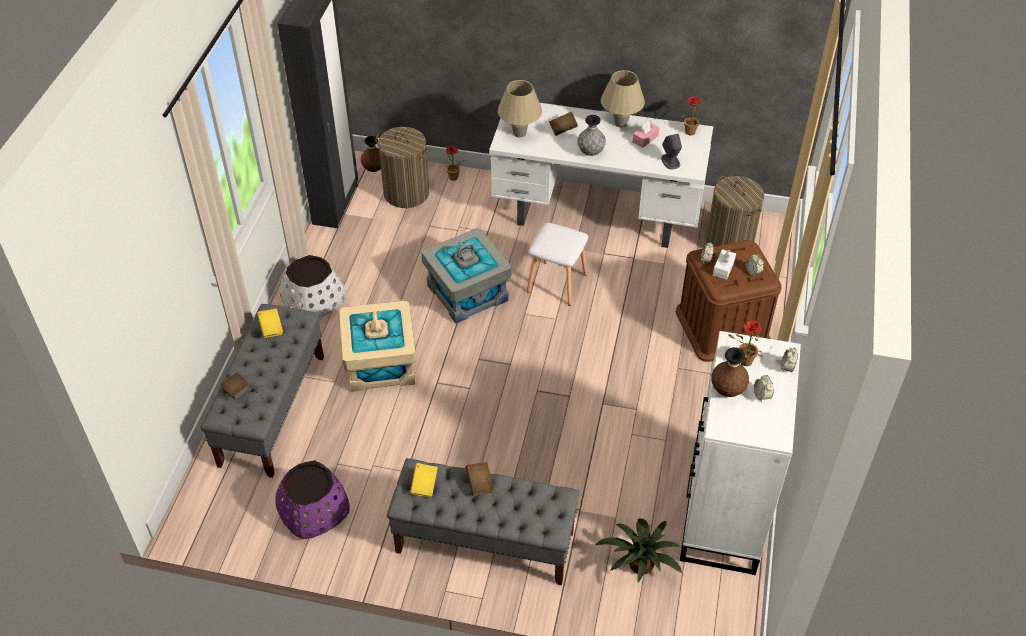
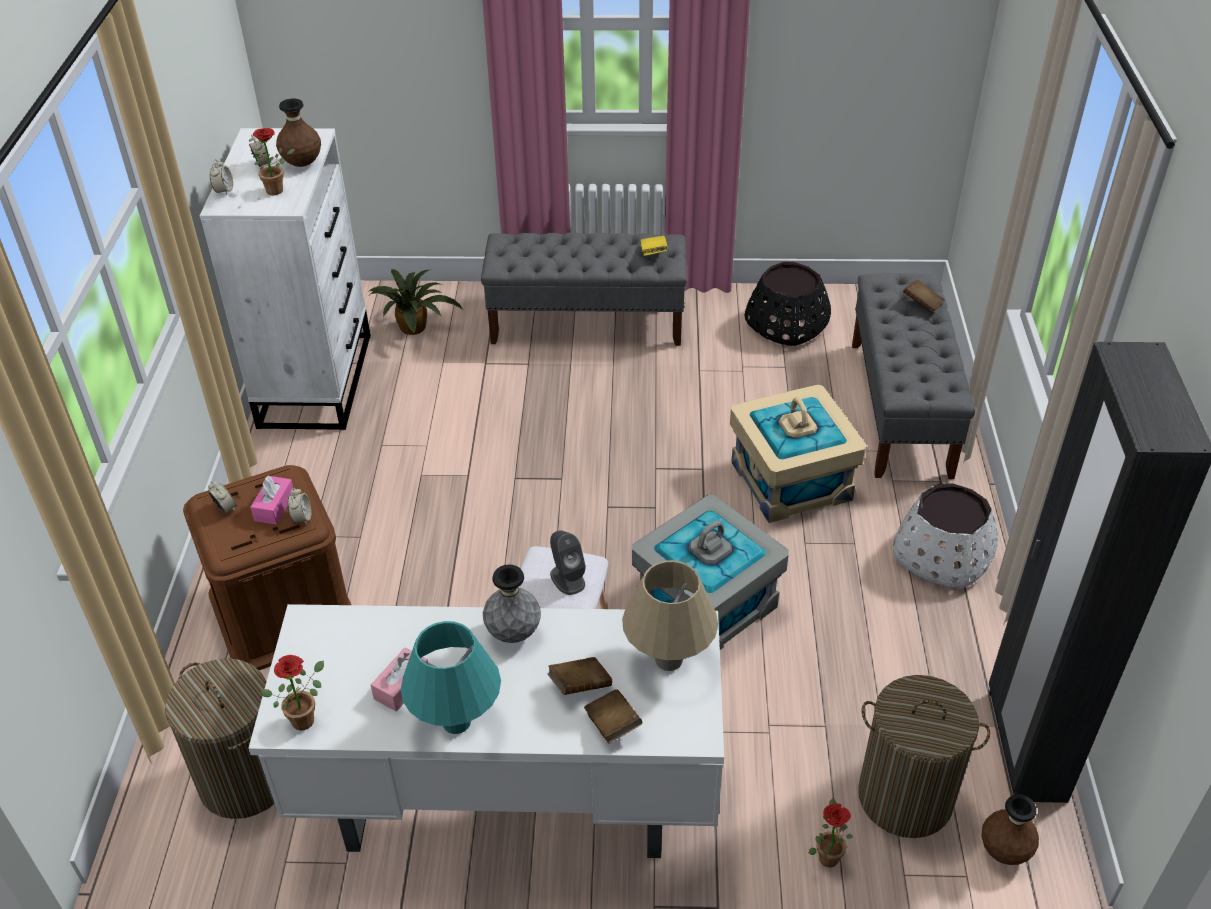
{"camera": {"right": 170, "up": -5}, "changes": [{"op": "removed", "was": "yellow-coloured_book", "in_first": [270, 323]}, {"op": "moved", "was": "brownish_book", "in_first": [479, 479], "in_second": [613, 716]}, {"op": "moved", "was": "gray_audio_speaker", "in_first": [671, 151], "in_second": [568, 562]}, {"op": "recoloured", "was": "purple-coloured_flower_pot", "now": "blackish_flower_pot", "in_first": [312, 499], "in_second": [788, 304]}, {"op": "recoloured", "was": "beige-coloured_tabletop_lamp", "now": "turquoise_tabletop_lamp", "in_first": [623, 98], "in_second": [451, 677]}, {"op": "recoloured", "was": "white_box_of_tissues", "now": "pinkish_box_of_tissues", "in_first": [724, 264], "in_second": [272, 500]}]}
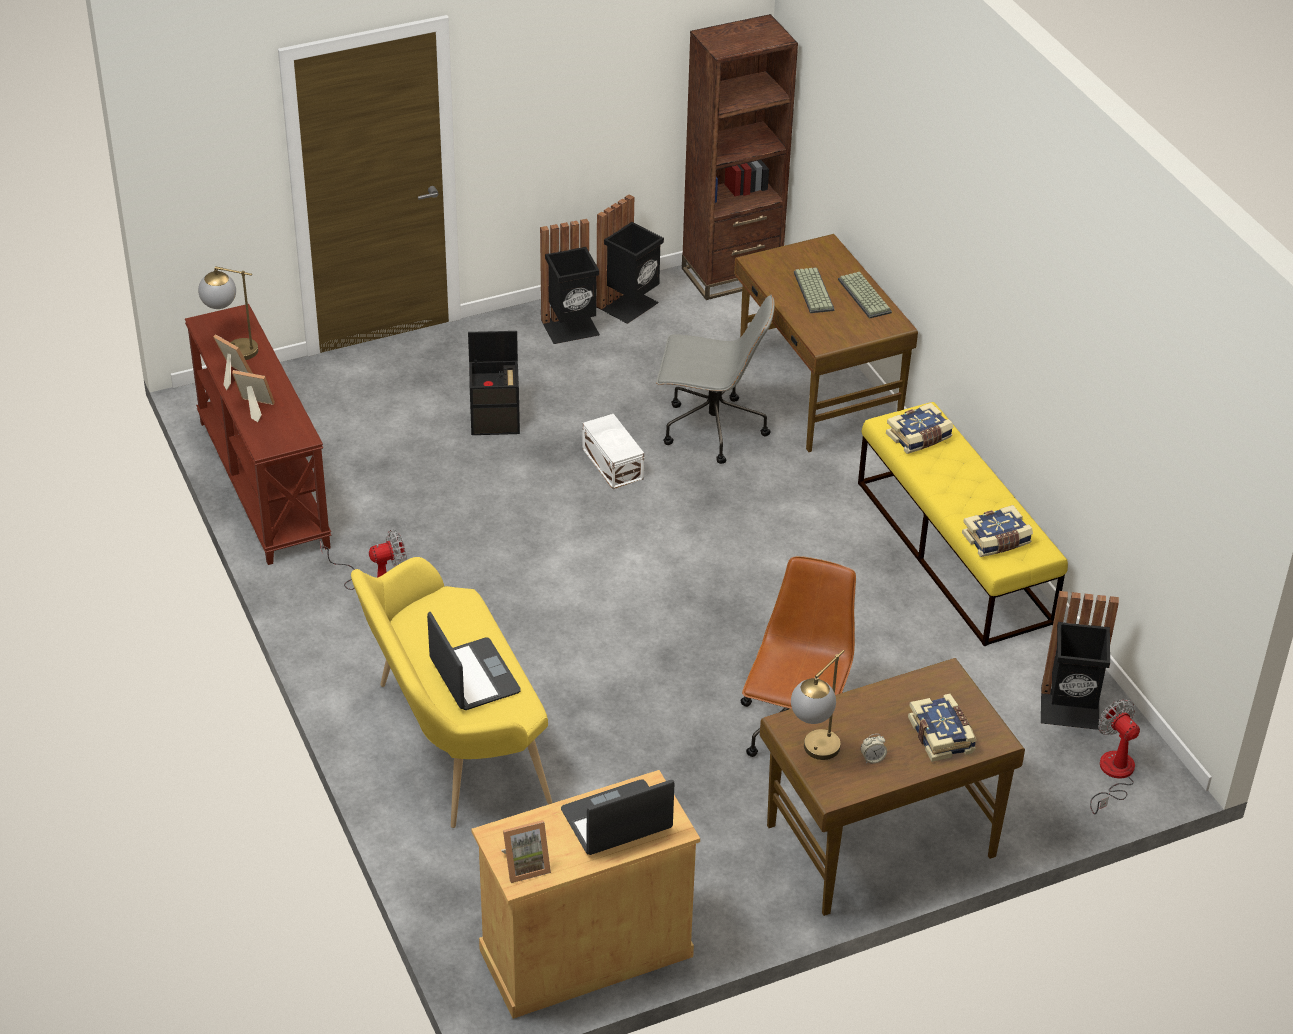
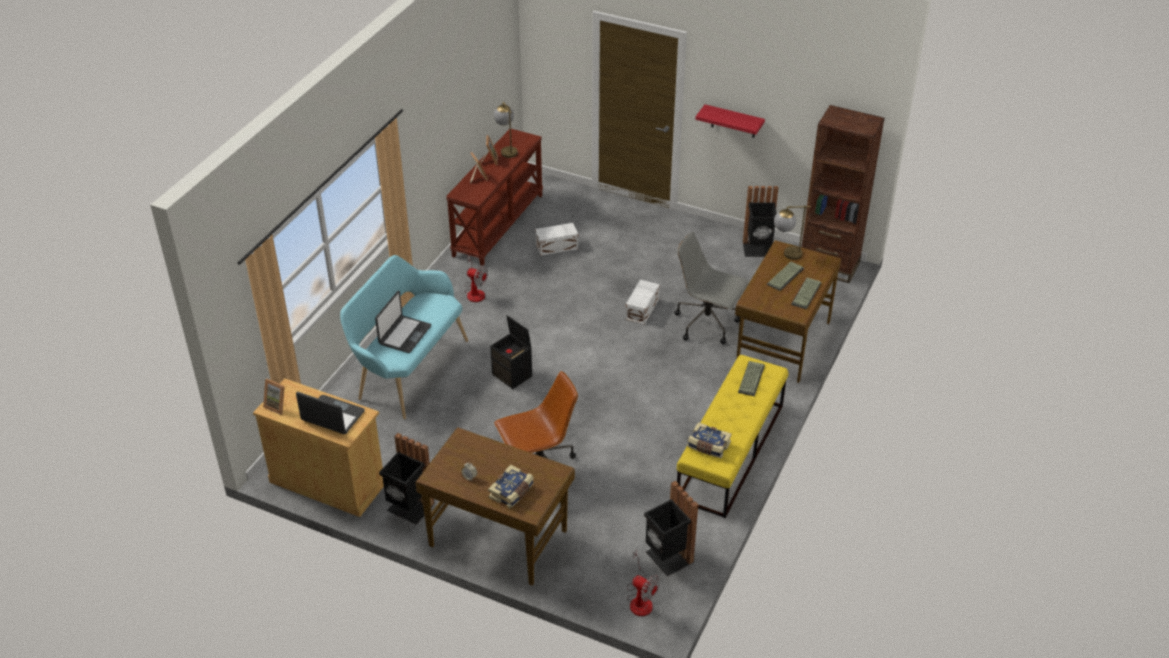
{"camera": {"right": 50, "up": 0}, "changes": [{"op": "added", "now": "white_storage_box", "in_second": [557, 239]}, {"op": "added", "now": "red-coloured_wall_shelf", "in_second": [730, 121]}, {"op": "moved", "was": "blackish_storage_box", "in_first": [494, 383], "in_second": [511, 352]}, {"op": "moved", "was": "blackish_trash_can", "in_first": [570, 281], "in_second": [406, 478]}, {"op": "moved", "was": "tabletop_lamp", "in_first": [817, 705], "in_second": [792, 232]}, {"op": "replaced", "was": "book", "now": "keyboard", "in_first": [920, 428], "in_second": [751, 378]}, {"op": "recoloured", "was": "yellow-coloured_long_seat", "now": "turquoise_long_seat", "in_first": [451, 692], "in_second": [404, 337]}, {"op": "turned", "was": "gray_desk_chair", "in_first": [715, 379], "in_second": [712, 288], "clockwise": 150}, {"op": "turned", "was": "electric_fan", "in_first": [1115, 757], "in_second": [643, 582], "clockwise": 105}]}
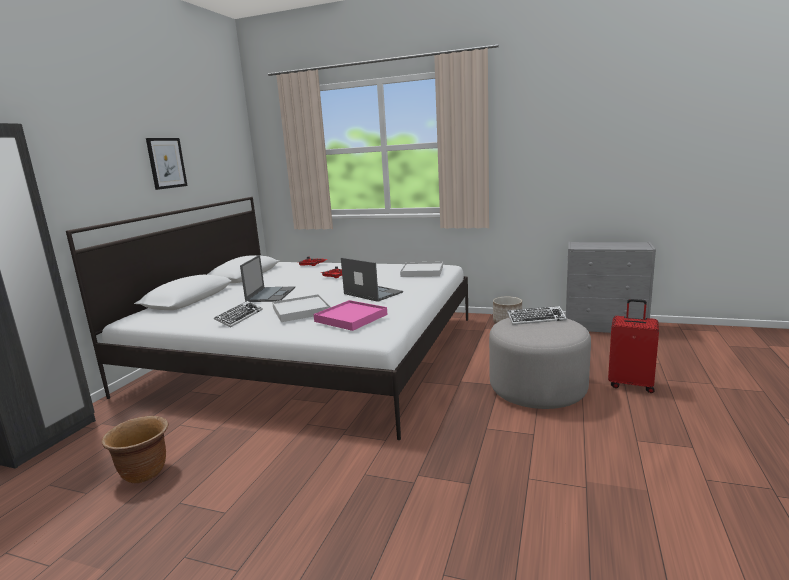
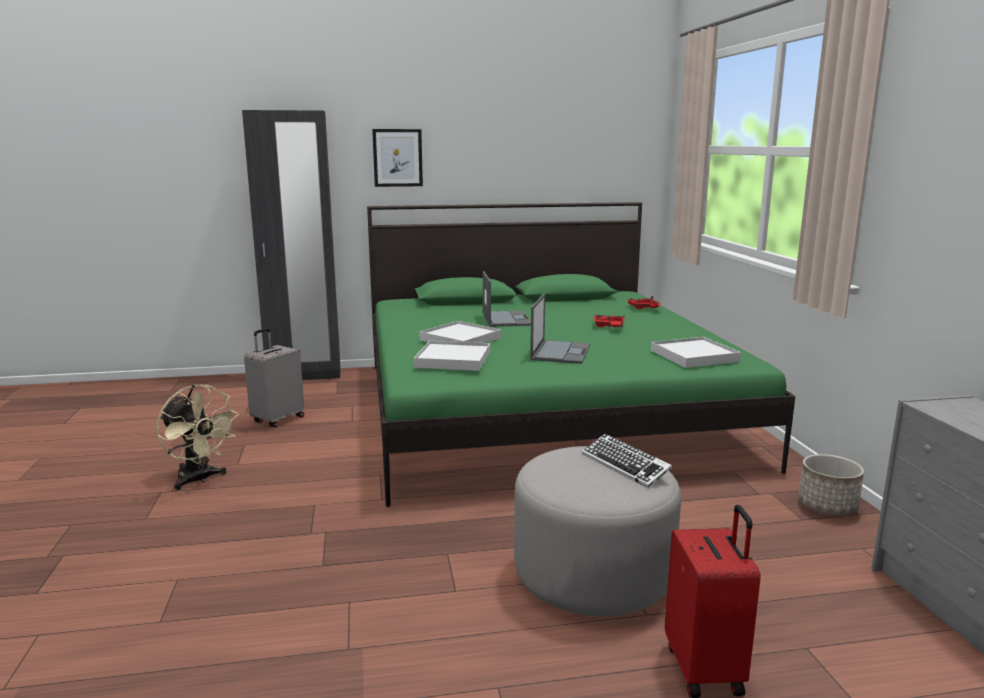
{"camera": {"right": 60, "up": 0}, "changes": [{"op": "removed", "was": "keyboard", "in_first": [238, 314]}, {"op": "added", "now": "beige-coloured_electric_fan", "in_second": [198, 437]}, {"op": "moved", "was": "wall_picture", "in_first": [166, 164], "in_second": [397, 158]}, {"op": "replaced", "was": "brownish_flower_pot", "now": "gray_travel_case", "in_first": [135, 450], "in_second": [274, 378]}, {"op": "recoloured", "was": "white_bedroom_bed", "now": "greenish_bedroom_bed", "in_first": [267, 318], "in_second": [581, 354]}, {"op": "recoloured", "was": "pinkish_carrying_tray", "now": "white_carrying_tray", "in_first": [350, 315], "in_second": [452, 356]}, {"op": "turned", "was": "portable_computer", "in_first": [267, 278], "in_second": [507, 299], "clockwise": -75}]}
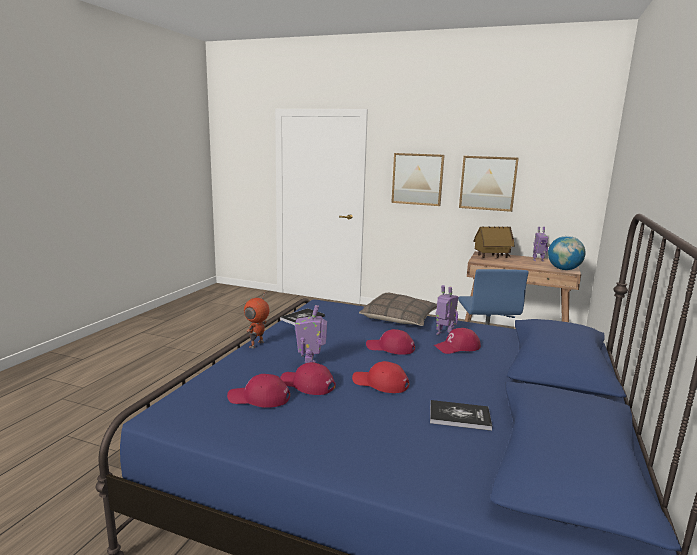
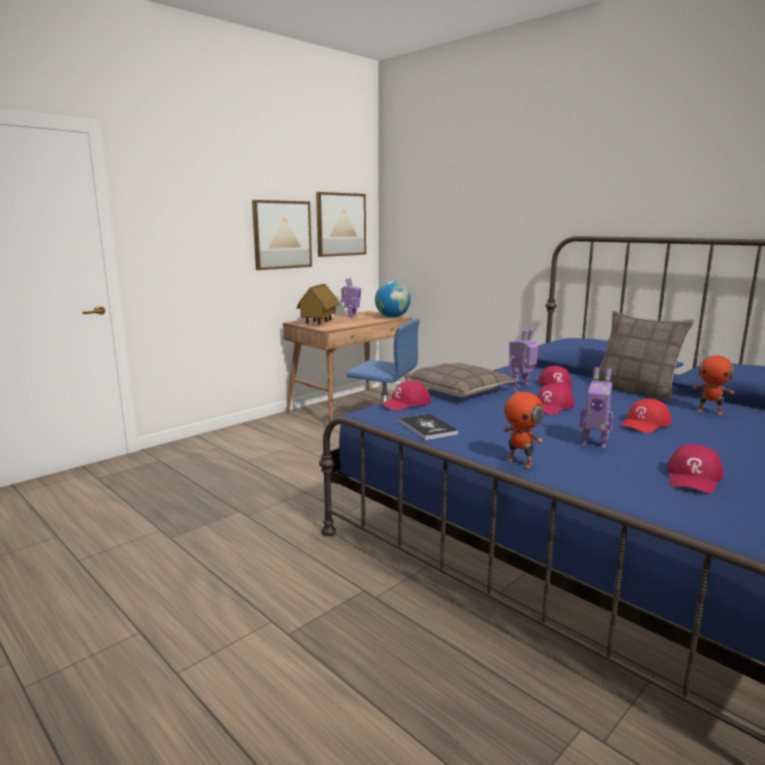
{"camera": {"right": -65, "up": 0}, "changes": [{"op": "added", "now": "pillow", "in_second": [645, 356]}, {"op": "moved", "was": "red-coloured_peaked_cap", "in_first": [308, 378], "in_second": [405, 396]}, {"op": "moved", "was": "wall_picture", "in_first": [418, 179], "in_second": [341, 224]}, {"op": "replaced", "was": "book", "now": "robot_figure", "in_first": [461, 415], "in_second": [714, 382]}]}
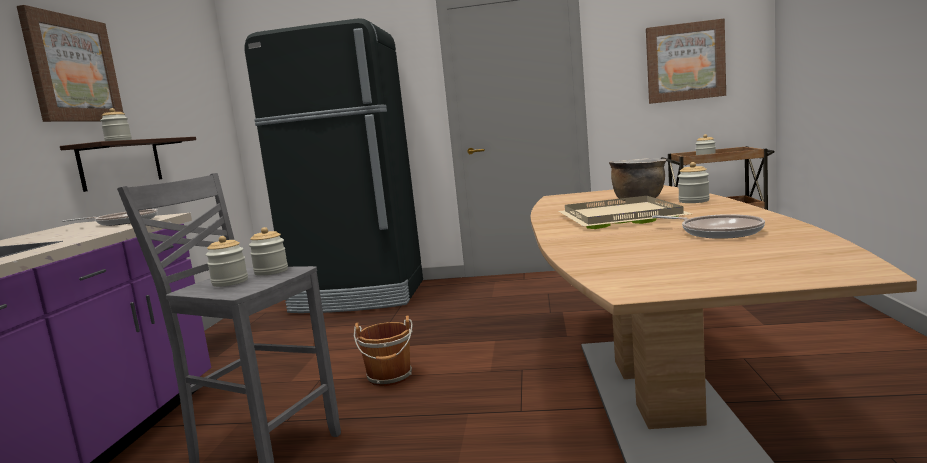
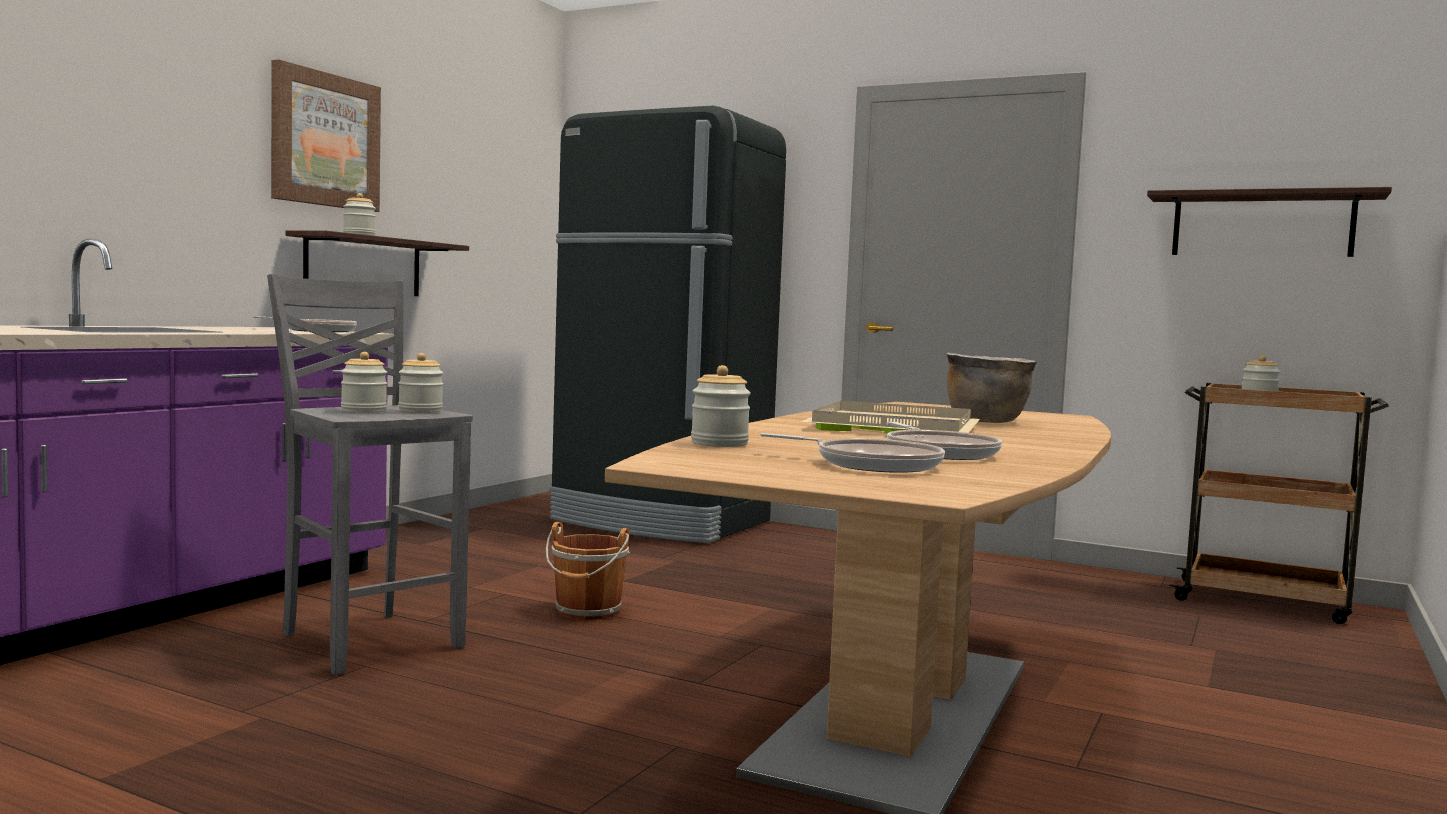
{"camera": {"right": 20, "up": -5}, "changes": [{"op": "added", "now": "skillet", "in_second": [852, 453]}, {"op": "moved", "was": "jar", "in_first": [694, 182], "in_second": [721, 406]}, {"op": "replaced", "was": "wall_picture", "now": "wall_shelf", "in_first": [686, 61], "in_second": [1269, 222]}]}
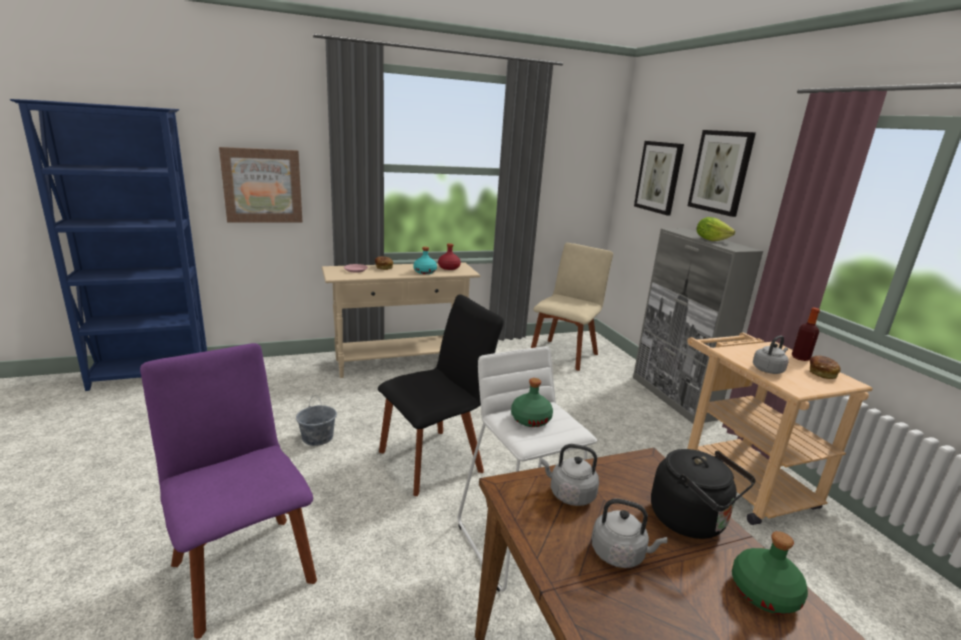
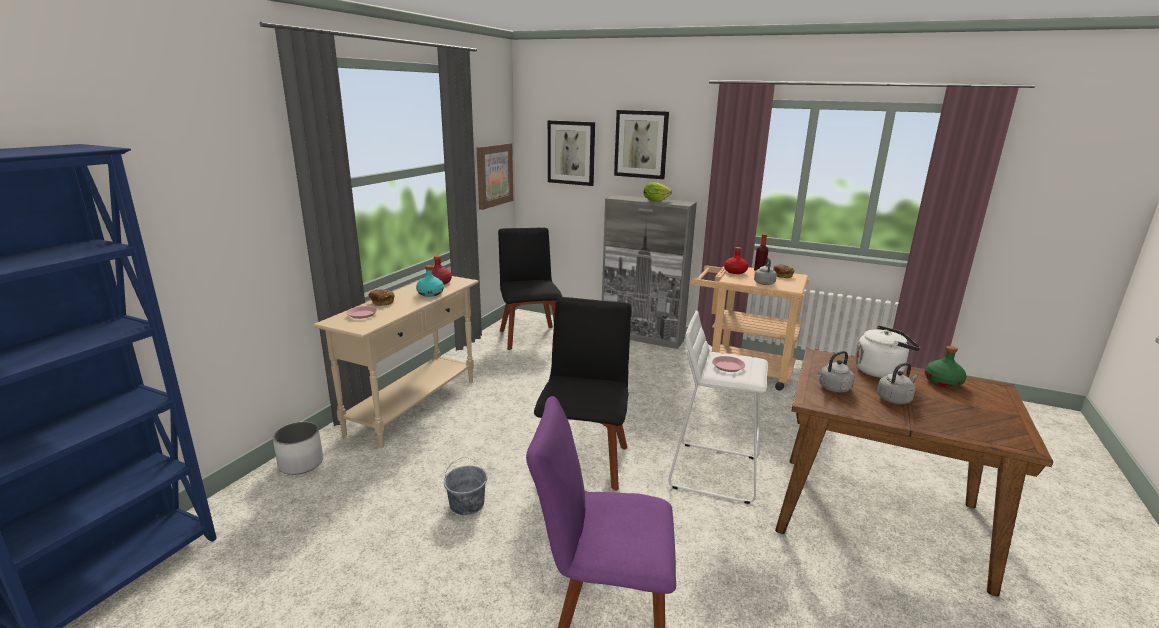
{"camera": {"right": -45, "up": 0}, "changes": [{"op": "added", "now": "white_flower_pot", "in_second": [298, 448]}, {"op": "added", "now": "red-coloured_bottle", "in_second": [736, 260]}, {"op": "moved", "was": "wall_picture", "in_first": [261, 184], "in_second": [495, 176]}, {"op": "replaced", "was": "greenish_bottle", "now": "pinkish_plate", "in_first": [532, 402], "in_second": [728, 364]}, {"op": "recoloured", "was": "beige-coloured_upright_chair", "now": "blackish_upright_chair", "in_first": [572, 307], "in_second": [530, 289]}, {"op": "recoloured", "was": "blackish_tea_kettle", "now": "white_tea_kettle", "in_first": [703, 494], "in_second": [887, 351]}]}
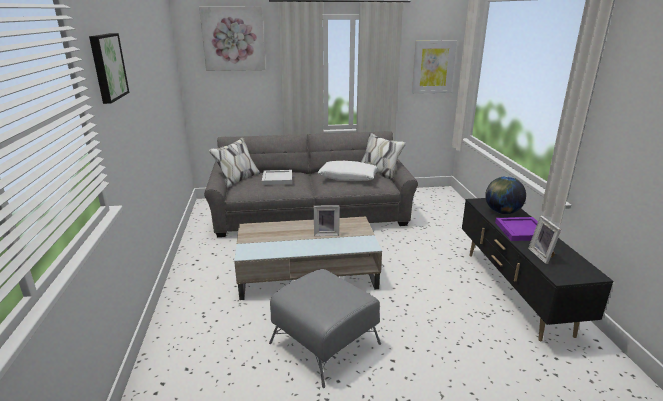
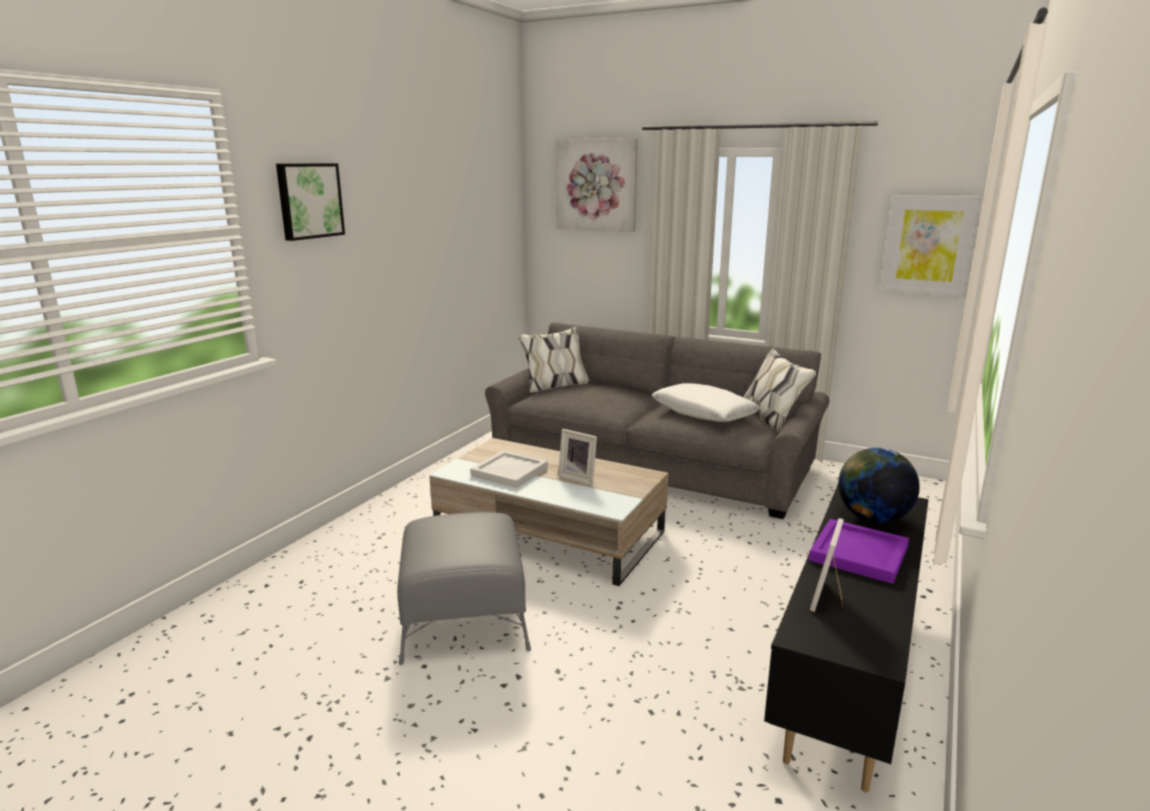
{"camera": {"right": 35, "up": -5}, "changes": [{"op": "moved", "was": "white_carrying_tray", "in_first": [277, 177], "in_second": [509, 469]}]}
